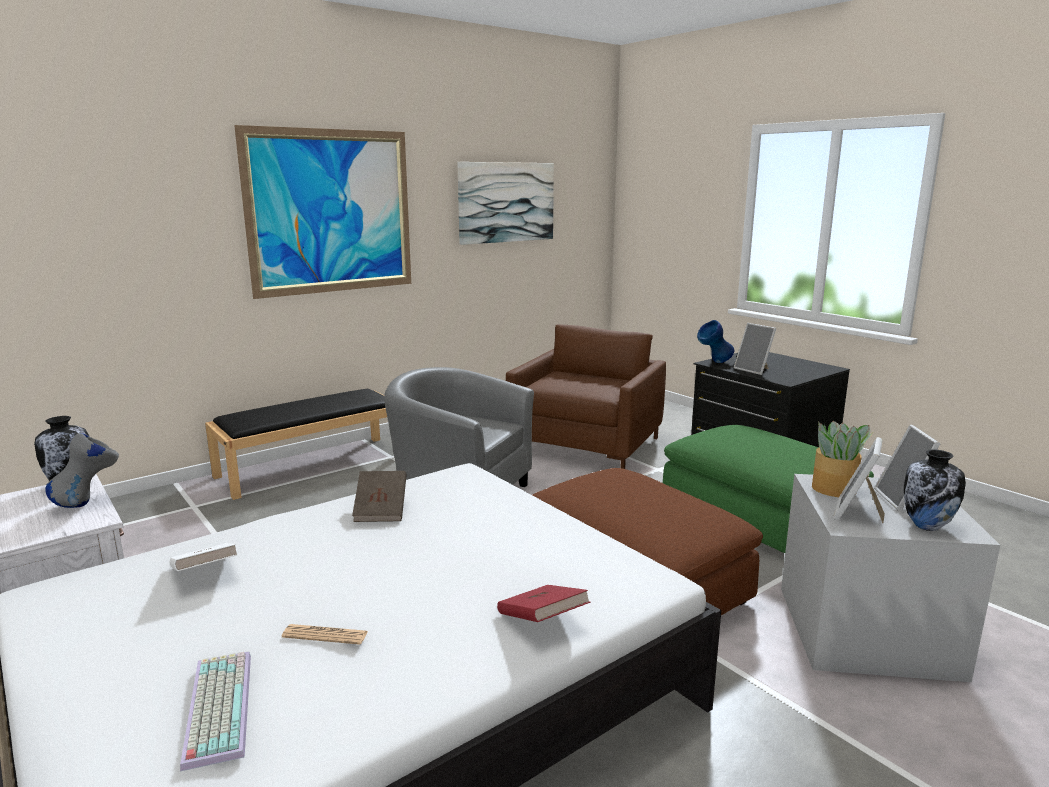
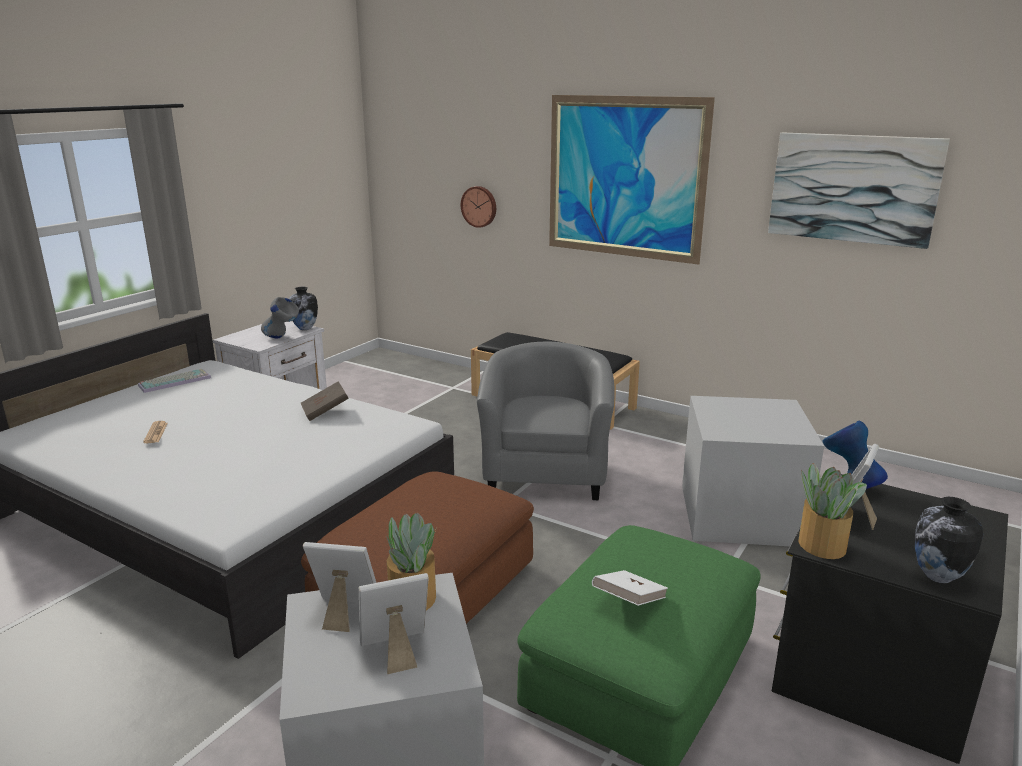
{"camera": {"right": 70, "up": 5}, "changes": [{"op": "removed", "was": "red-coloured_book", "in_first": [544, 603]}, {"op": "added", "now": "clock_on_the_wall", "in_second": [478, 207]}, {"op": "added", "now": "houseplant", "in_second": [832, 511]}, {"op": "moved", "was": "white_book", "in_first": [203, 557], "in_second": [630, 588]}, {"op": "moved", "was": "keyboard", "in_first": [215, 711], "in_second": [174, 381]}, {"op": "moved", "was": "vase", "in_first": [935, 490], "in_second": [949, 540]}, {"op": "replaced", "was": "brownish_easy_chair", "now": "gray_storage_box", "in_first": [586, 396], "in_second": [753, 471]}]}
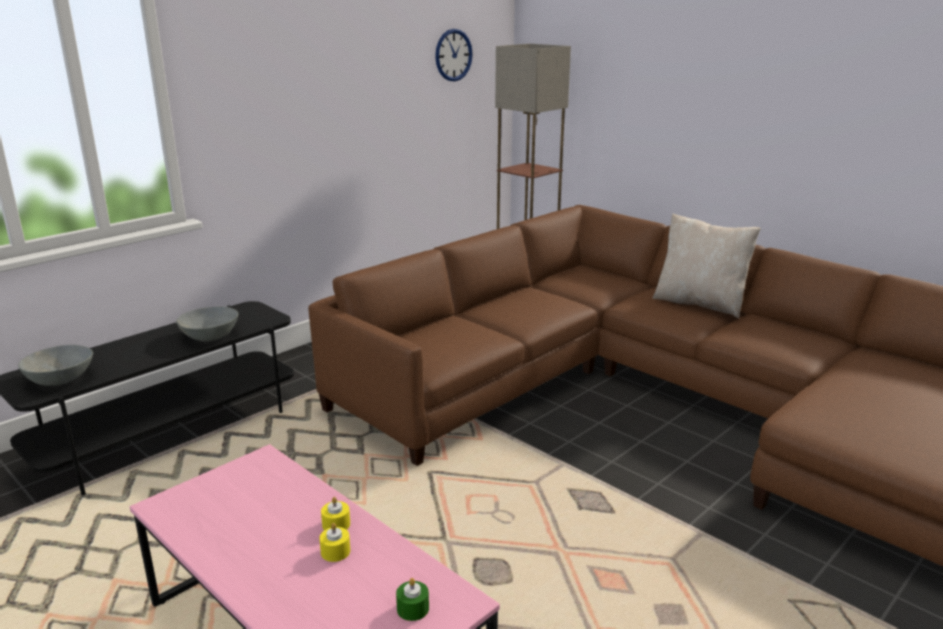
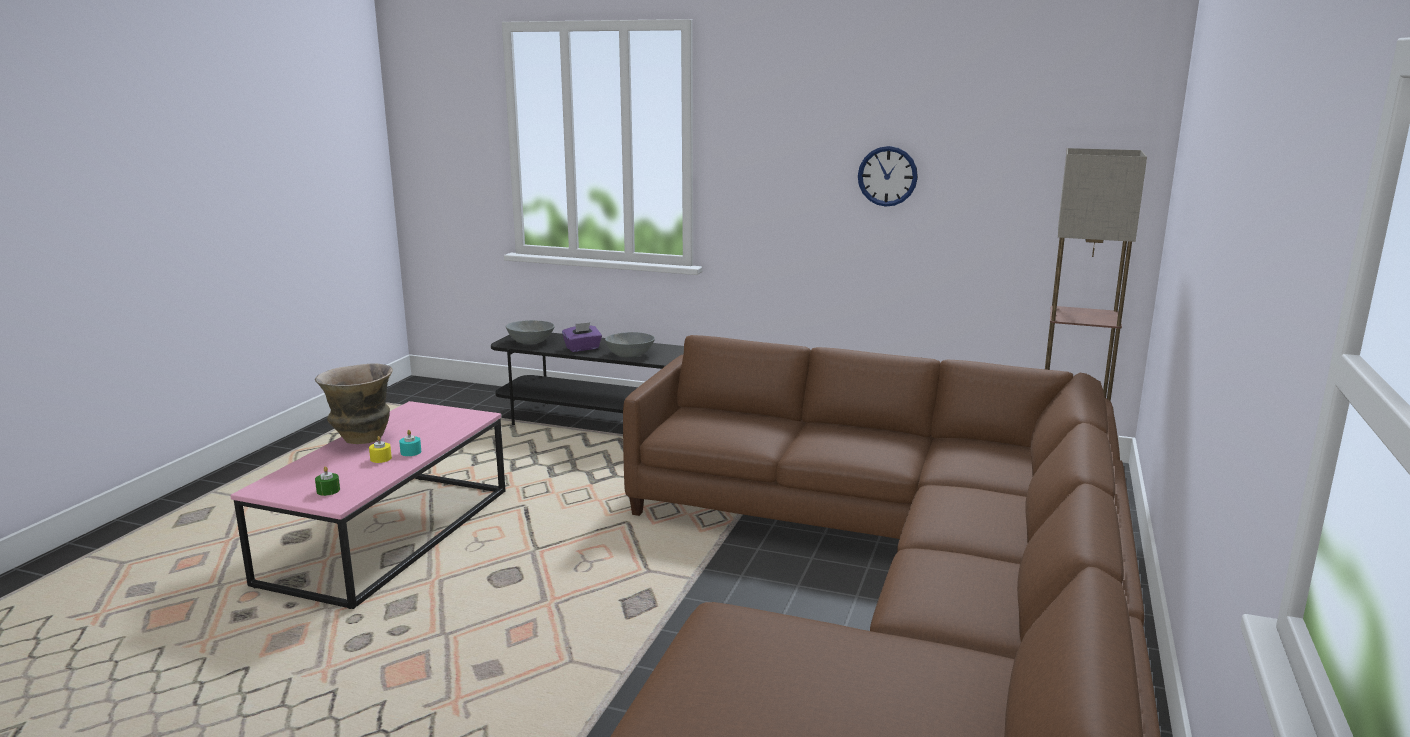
{"camera": {"right": 65, "up": -5}, "changes": [{"op": "removed", "was": "beige-coloured_pillow", "in_first": [707, 265]}, {"op": "added", "now": "vase", "in_second": [354, 404]}, {"op": "added", "now": "purple-coloured_box_of_tissues", "in_second": [582, 337]}, {"op": "moved", "was": "clock_on_the_wall", "in_first": [454, 55], "in_second": [888, 176]}, {"op": "recoloured", "was": "yellow-coloured_candle", "now": "turquoise_candle", "in_first": [335, 513], "in_second": [410, 443]}]}
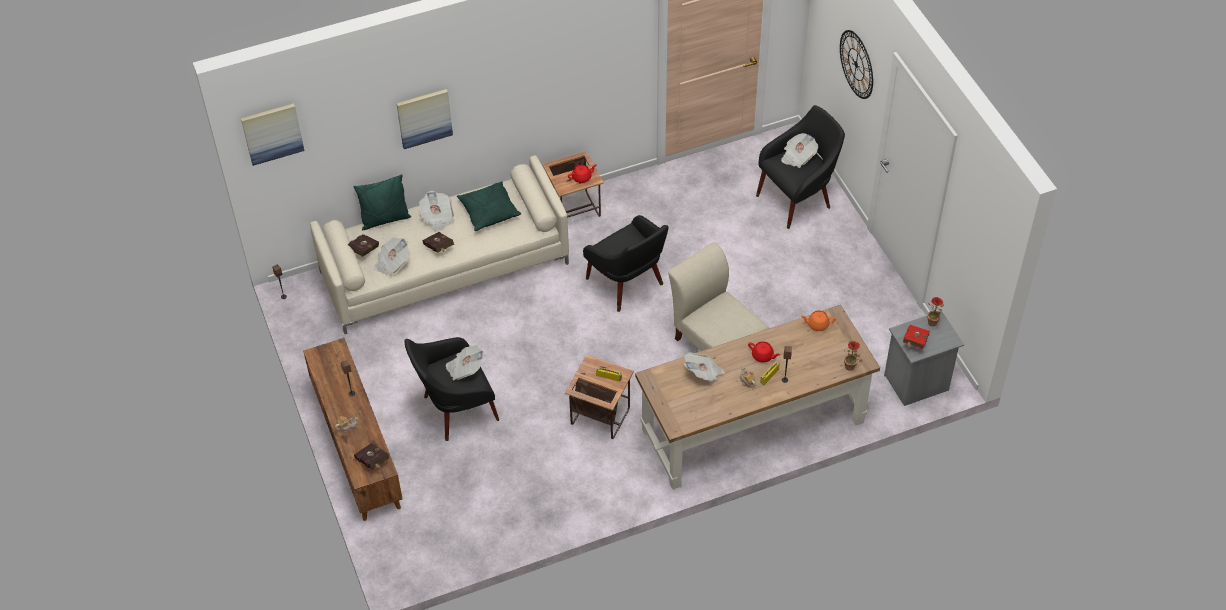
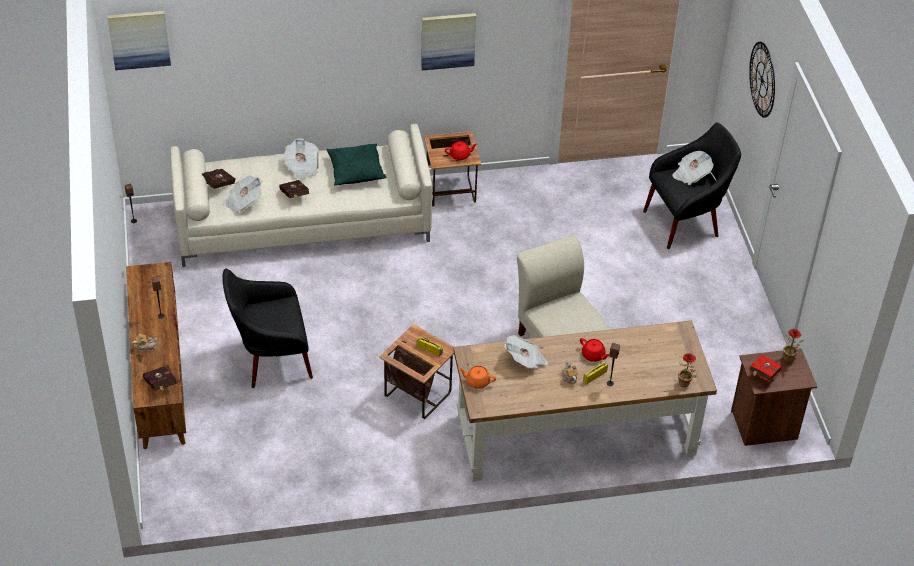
{"camera": {"right": 10, "up": -5}, "changes": [{"op": "removed", "was": "greenish_pillow", "in_first": [382, 202]}, {"op": "removed", "was": "newspaper", "in_first": [465, 363]}, {"op": "removed", "was": "blackish_easy_chair", "in_first": [626, 263]}, {"op": "moved", "was": "wall_picture", "in_first": [424, 119], "in_second": [448, 41]}, {"op": "moved", "was": "orange_pot_for_tea", "in_first": [818, 320], "in_second": [477, 377]}, {"op": "recoloured", "was": "gray_night_table", "now": "brownish_night_table", "in_first": [924, 358], "in_second": [774, 397]}]}
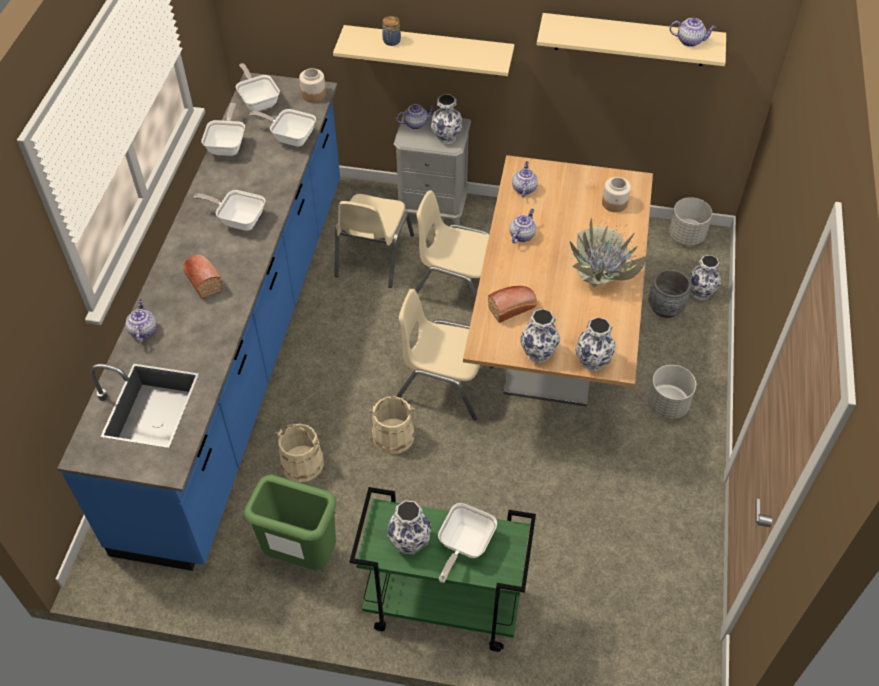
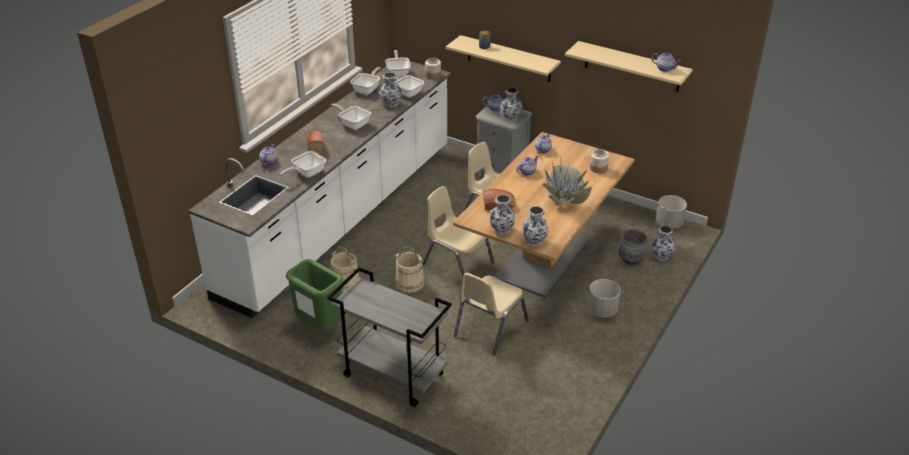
{"camera": {"right": 20, "up": -15}, "changes": [{"op": "moved", "was": "beige-coloured_upright_chair", "in_first": [374, 241], "in_second": [491, 314]}, {"op": "moved", "was": "vase", "in_first": [409, 527], "in_second": [390, 90]}, {"op": "moved", "was": "skillet", "in_first": [467, 543], "in_second": [303, 164]}, {"op": "recoloured", "was": "blue_counter", "now": "white_counter", "in_first": [198, 322], "in_second": [319, 189]}, {"op": "recoloured", "was": "greenish_wheeled_cart", "now": "gray_wheeled_cart", "in_first": [443, 569], "in_second": [389, 337]}]}
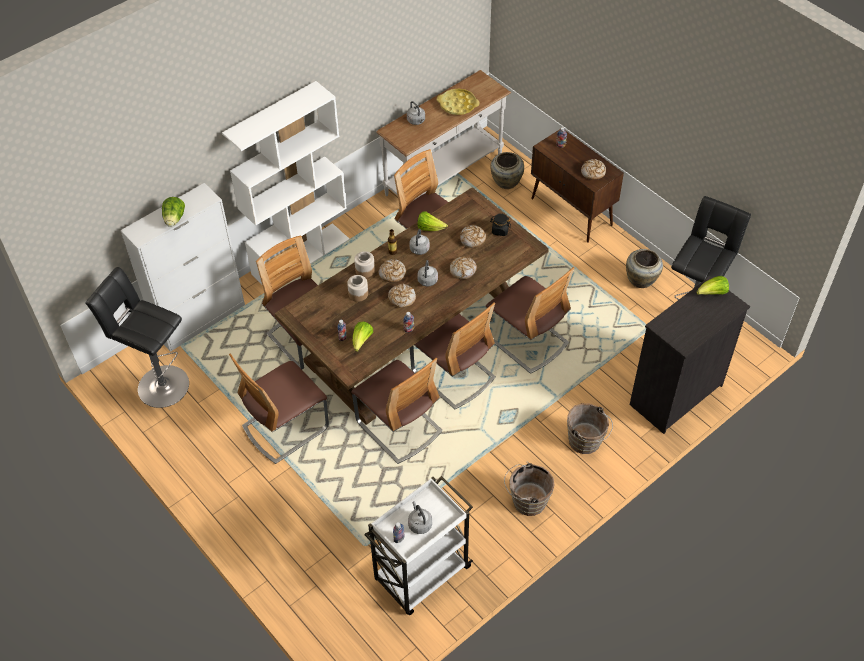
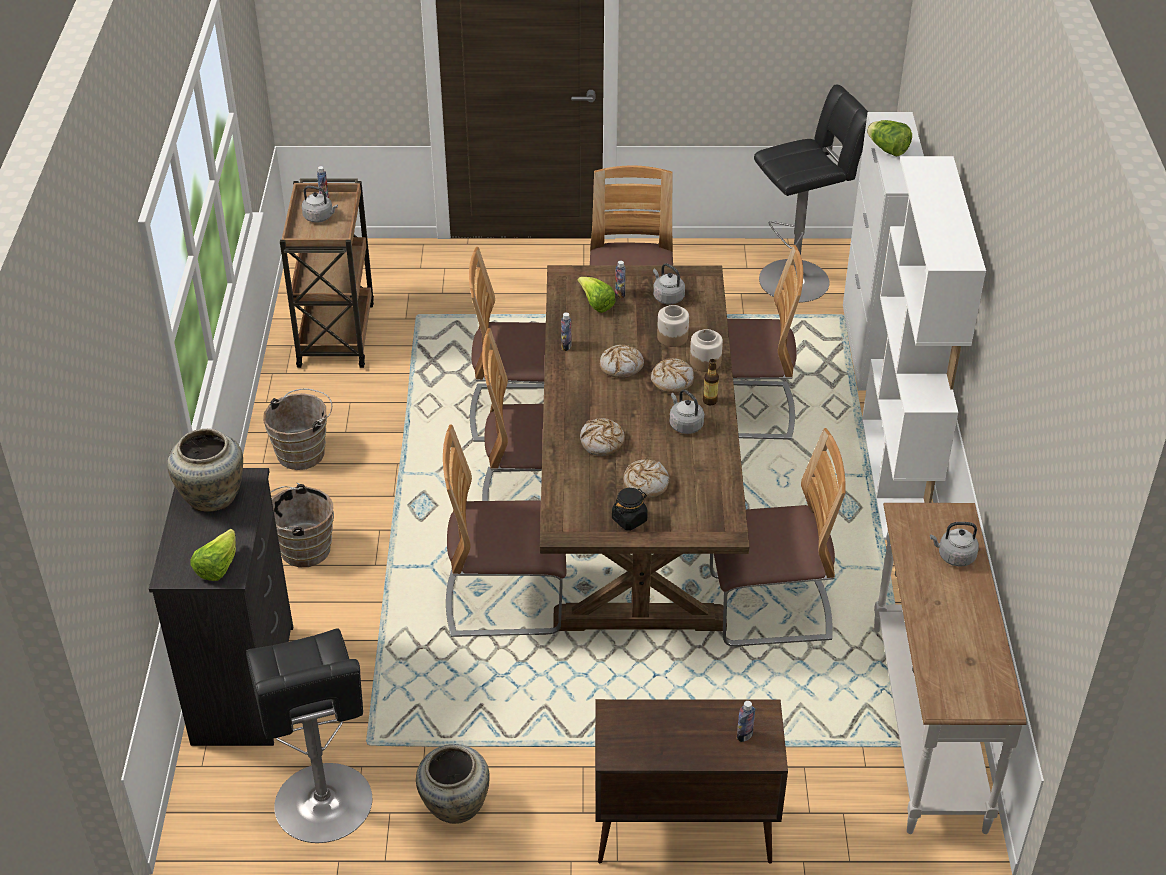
{"camera": {"right": 130, "up": -10}, "changes": [{"op": "removed", "was": "head_of_lettuce", "in_first": [432, 221]}, {"op": "removed", "was": "yellow-coloured_carrying_tray", "in_first": [458, 102]}, {"op": "removed", "was": "baked_bread", "in_first": [593, 169]}, {"op": "moved", "was": "gray_tea_kettle", "in_first": [427, 273], "in_second": [669, 284]}, {"op": "moved", "was": "beige-coloured_vase", "in_first": [507, 170], "in_second": [205, 470]}, {"op": "recoloured", "was": "white_wheeled_cart", "now": "brownish_wheeled_cart", "in_first": [418, 545], "in_second": [327, 273]}]}
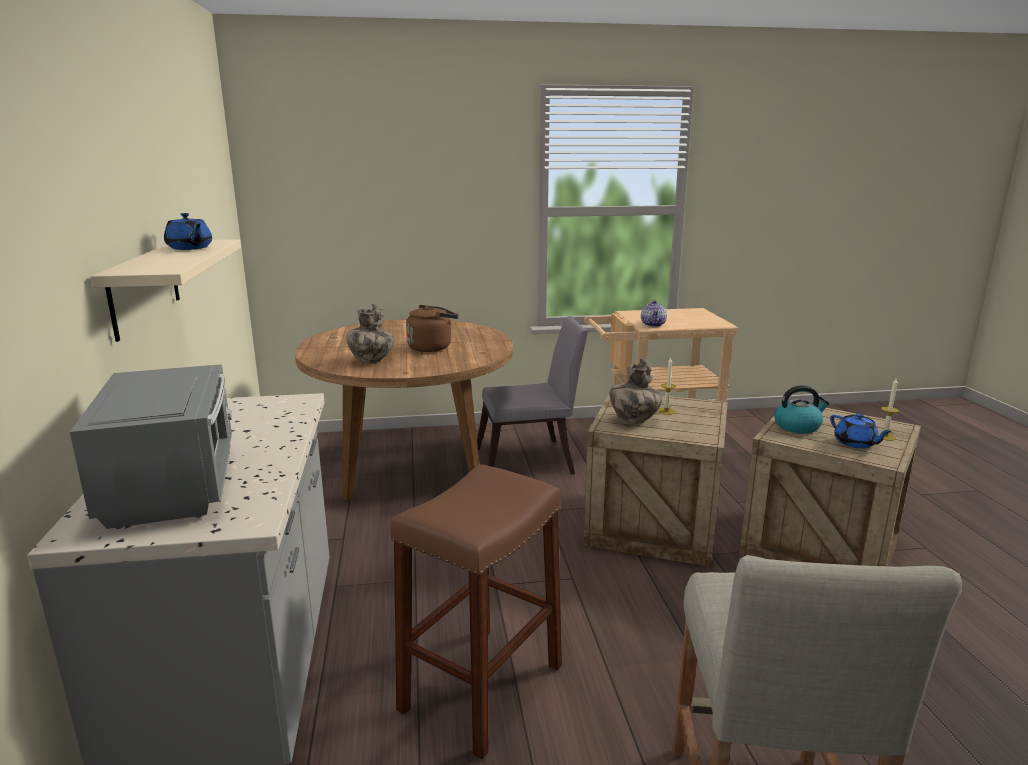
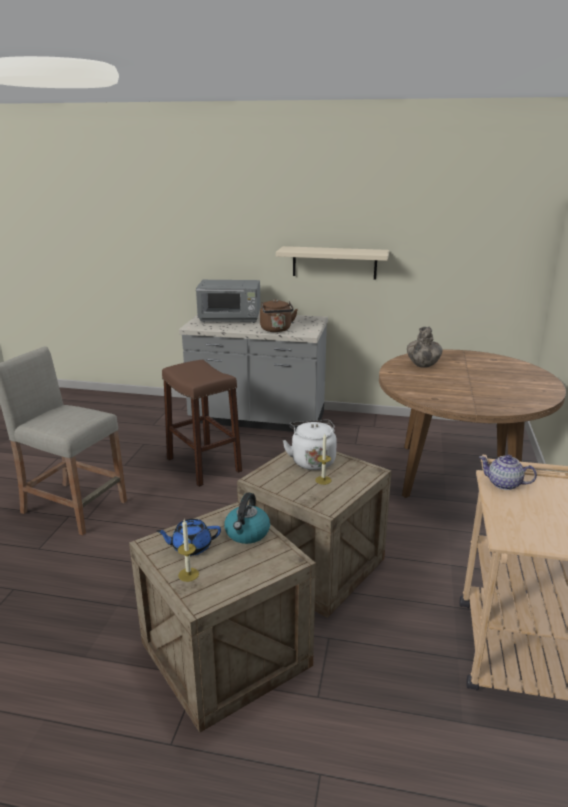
{"camera": {"right": 110, "up": 5}, "changes": [{"op": "removed", "was": "blue_pot_for_tea", "in_first": [188, 231]}, {"op": "removed", "was": "gray_upright_chair", "in_first": [532, 395]}, {"op": "moved", "was": "brownish_tea_kettle", "in_first": [432, 328], "in_second": [279, 315]}, {"op": "replaced", "was": "vase", "now": "white_tea_kettle", "in_first": [635, 391], "in_second": [309, 445]}]}
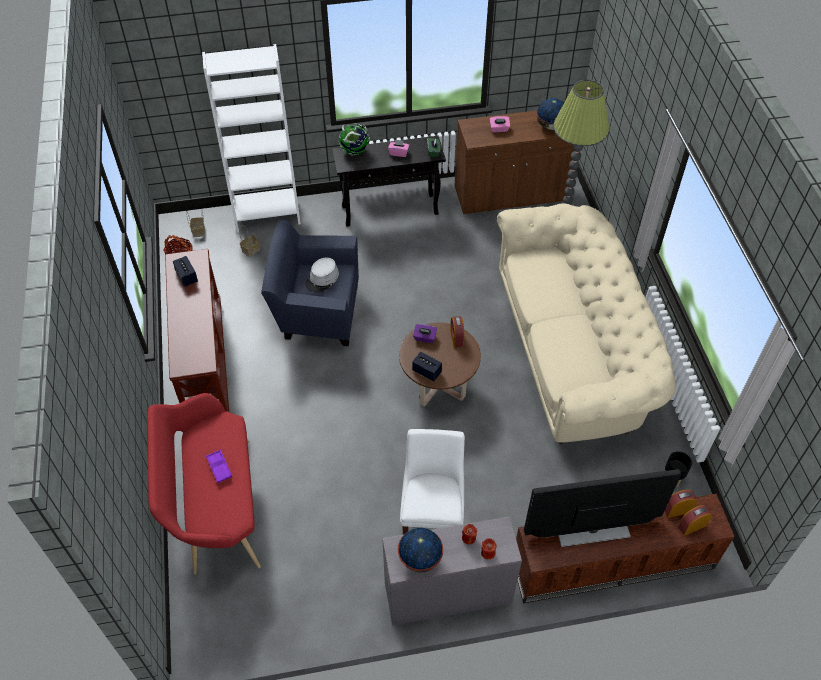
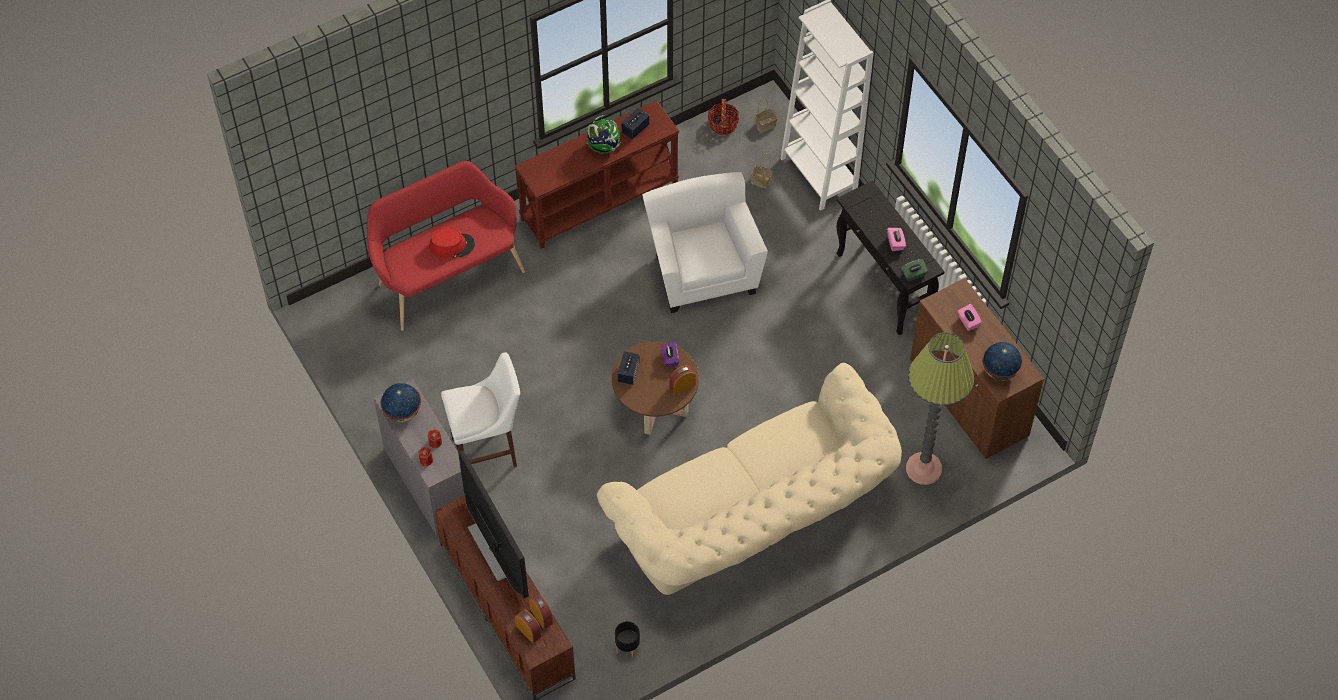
{"camera": {"right": 70, "up": 5}, "changes": [{"op": "removed", "was": "gray_hat", "in_first": [322, 275]}, {"op": "moved", "was": "globe", "in_first": [354, 140], "in_second": [604, 134]}, {"op": "replaced", "was": "purple-coloured_carrying_tray", "now": "red-coloured_hat", "in_first": [219, 466], "in_second": [452, 242]}, {"op": "recoloured", "was": "blue_easy_chair", "now": "white_easy_chair", "in_first": [310, 283], "in_second": [705, 242]}]}
